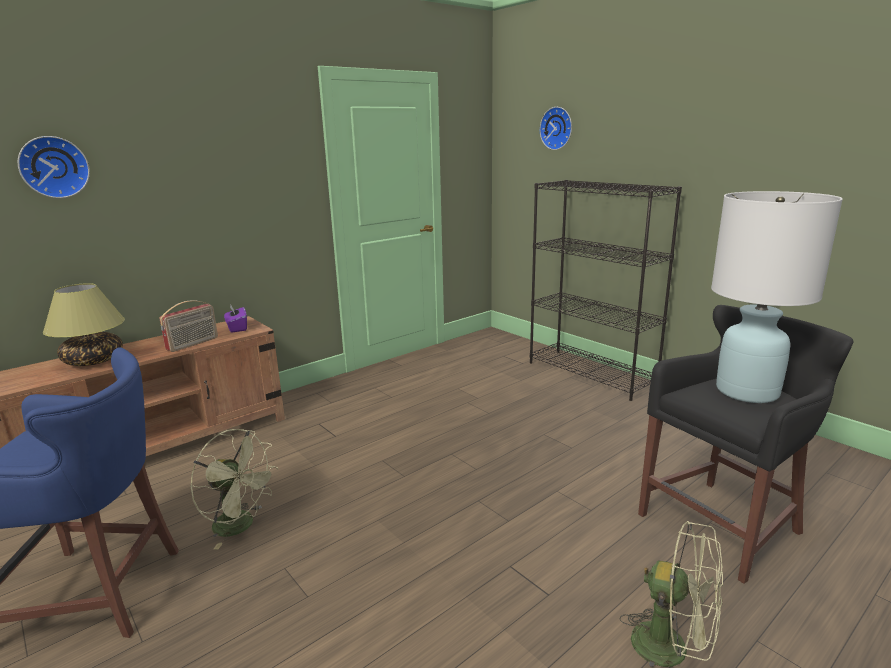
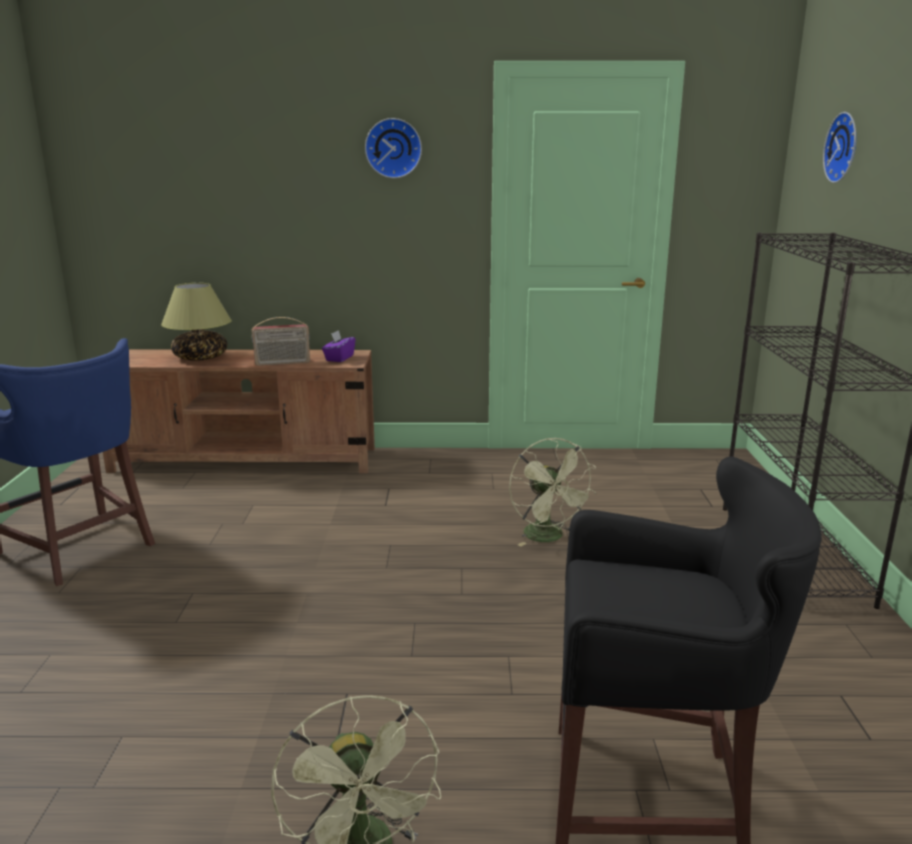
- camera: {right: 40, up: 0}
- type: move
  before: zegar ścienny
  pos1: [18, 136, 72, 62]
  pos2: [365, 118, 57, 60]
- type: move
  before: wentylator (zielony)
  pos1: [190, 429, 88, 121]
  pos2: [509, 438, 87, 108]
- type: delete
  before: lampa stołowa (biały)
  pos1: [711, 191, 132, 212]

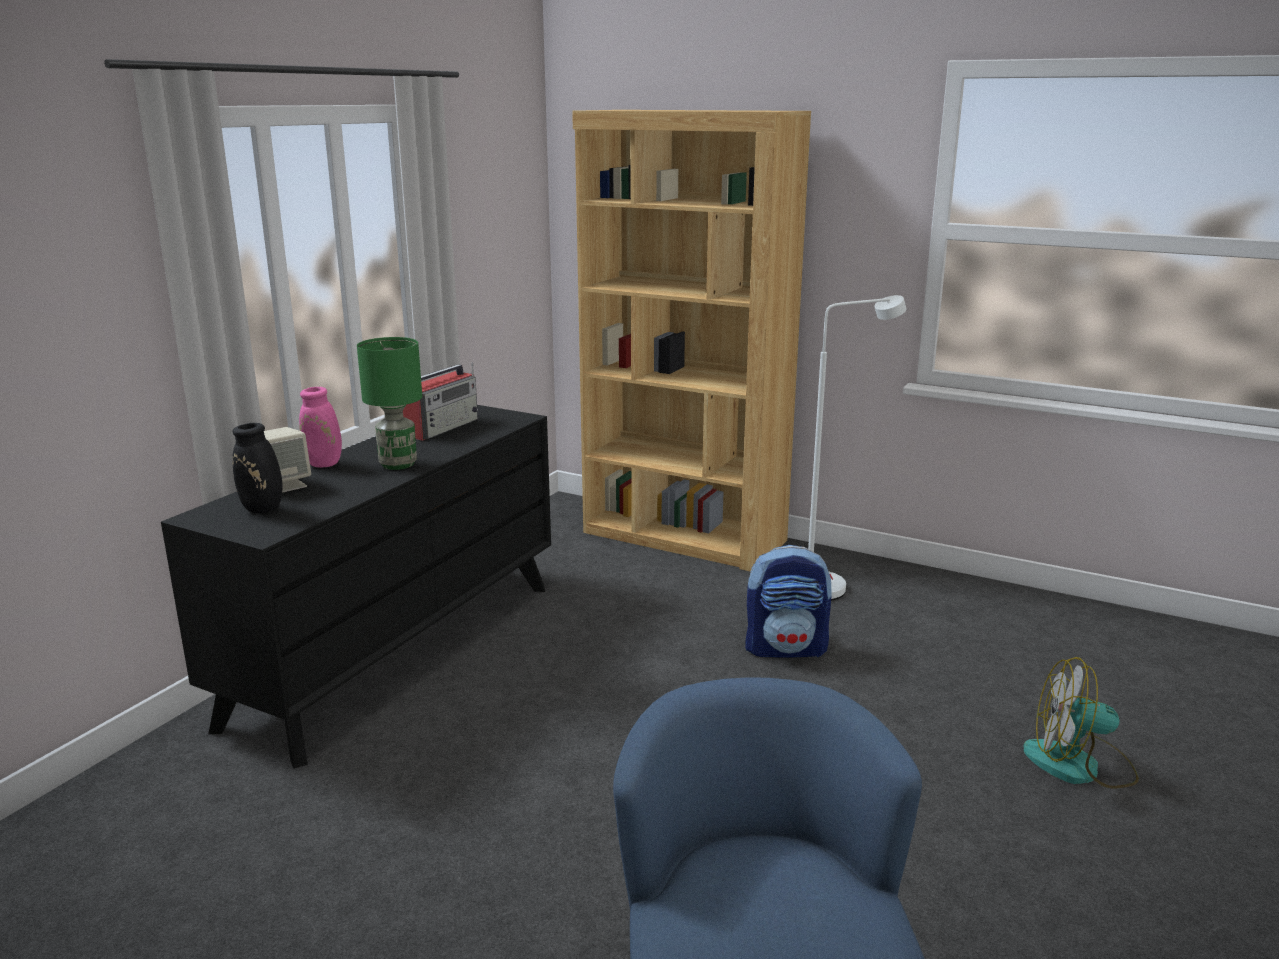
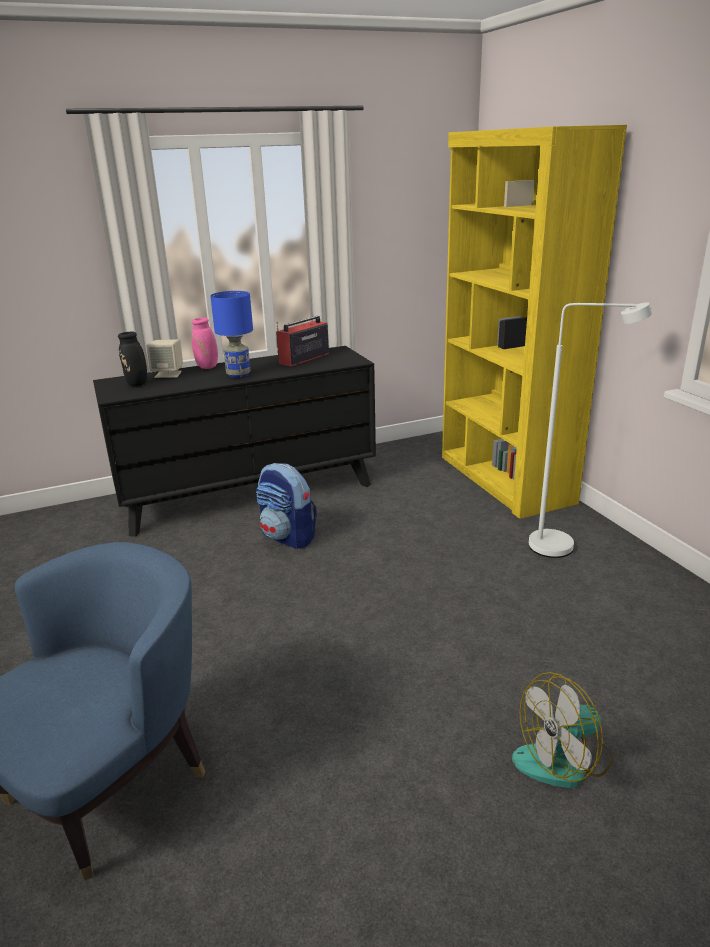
- camera: {right: 40, up: 5}
- type: recolor
  before: lampa stołowa (zielony)
  after: lampa stołowa (niebieski)
  pos1: [357, 337, 65, 133]
  pos2: [210, 291, 43, 87]
- type: rotate
  before: radio
  pos1: [403, 362, 76, 79]
  pos2: [276, 316, 53, 51]
  turn: 150
- type: recolor
  before: regał (brązowy)
  after: regał (żółty)
  pos1: [572, 110, 239, 462]
  pos2: [442, 125, 185, 394]
- type: move
  before: plecak
  pos1: [745, 545, 88, 113]
  pos2: [256, 463, 61, 86]
- type: rotate
  before: wentylator
  pos1: [1023, 657, 116, 132]
  pos2: [512, 672, 101, 116]
  turn: -75

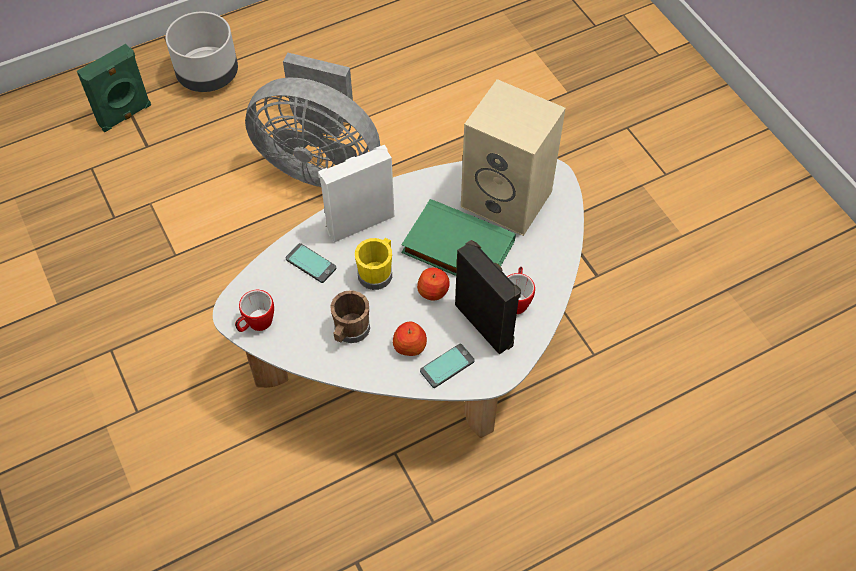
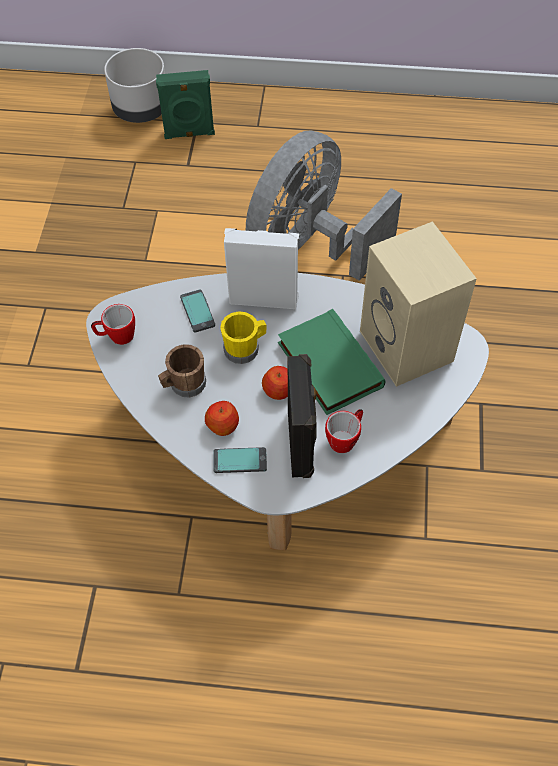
- camera: {right: 35, up: 0}
- type: move
  before: donica (szary)
  pos1: [165, 12, 73, 80]
  pos2: [104, 48, 61, 75]
- type: rotate
  before: wentylator (szary)
  pos1: [245, 53, 135, 134]
  pos2: [246, 131, 156, 150]
  turn: 75

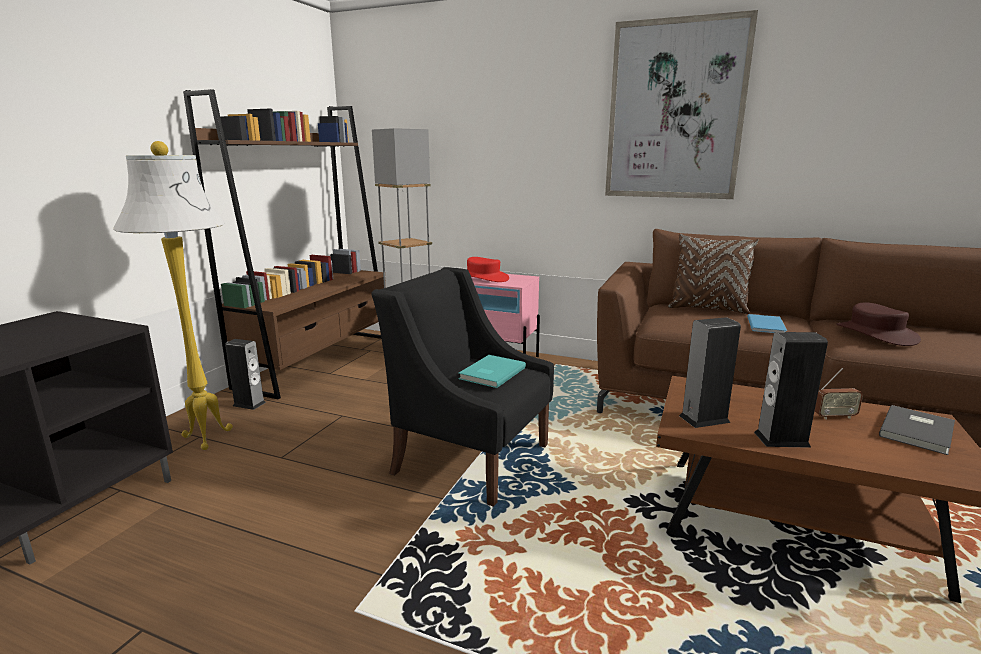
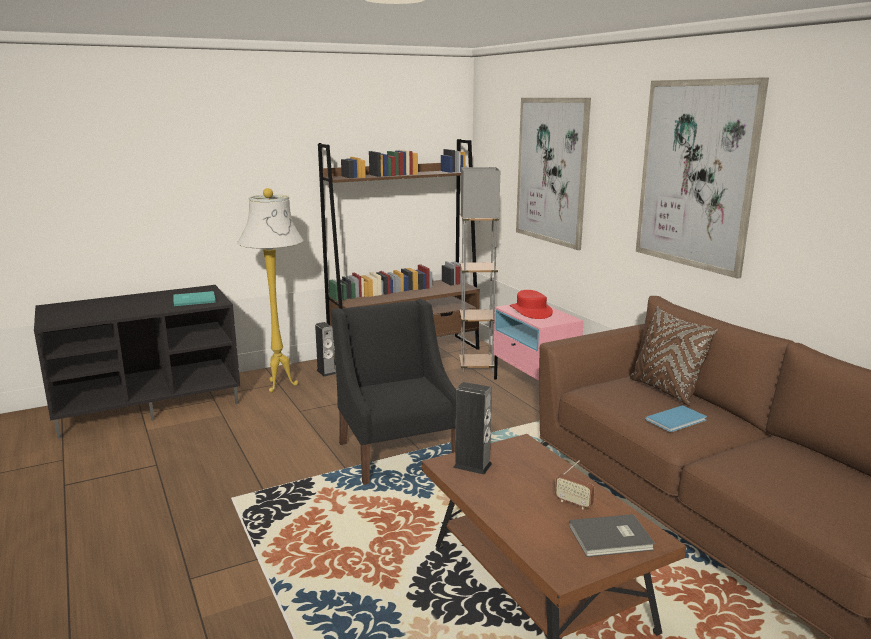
- camera: {right: 40, up: 0}
- type: move
  before: książka (turkusowy)
  pos1: [458, 355, 68, 33]
  pos2: [174, 291, 41, 15]
- type: delete
  before: głośnik
  pos1: [754, 332, 74, 116]
- type: delete
  before: kapelusz (brązowy)
  pos1: [836, 303, 85, 43]
- type: insert
  after: obraz
  pos2: [516, 98, 75, 152]

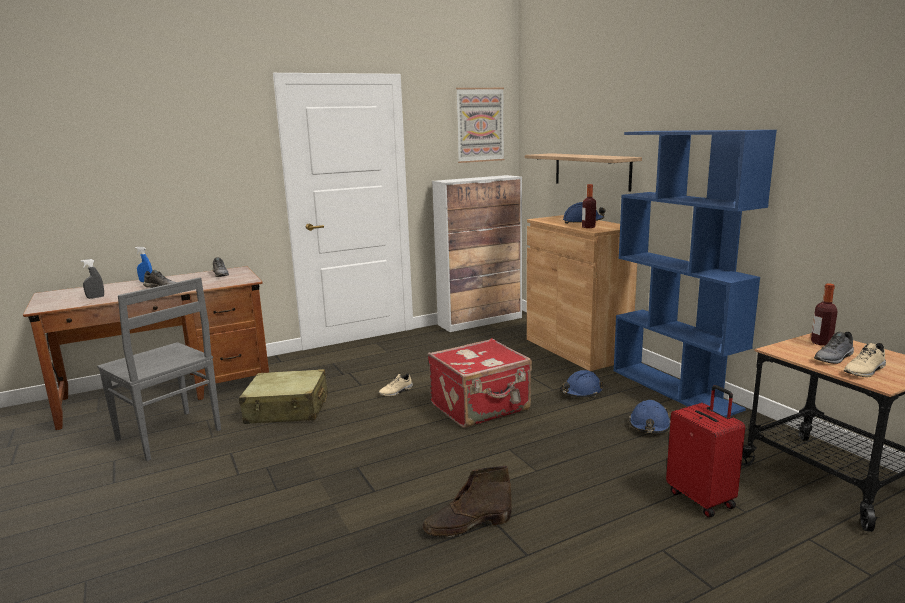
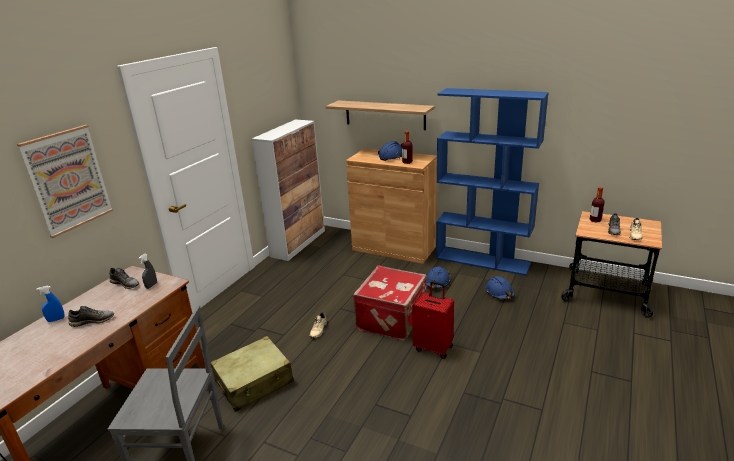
- camera: {right: -35, up: 10}
- type: move
  before: spryskiwacz (szary)
  pos1: [81, 259, 23, 40]
  pos2: [138, 254, 19, 35]
- type: delete
  before: but z cholewką (brązowy)
  pos1: [423, 466, 89, 71]
- type: move
  before: obraz
  pos1: [456, 88, 48, 75]
  pos2: [17, 125, 96, 113]
- type: move
  before: walizka (czerwony)
  pos1: [666, 385, 79, 133]
  pos2: [412, 281, 42, 78]

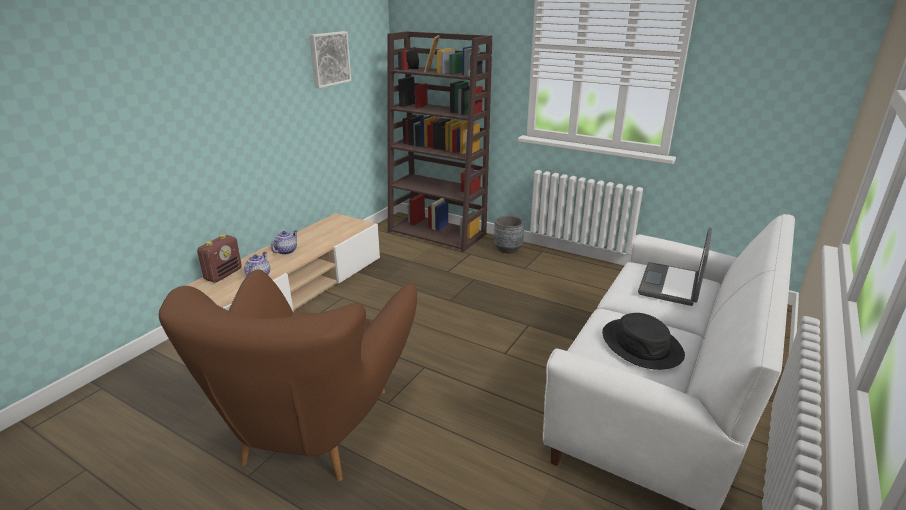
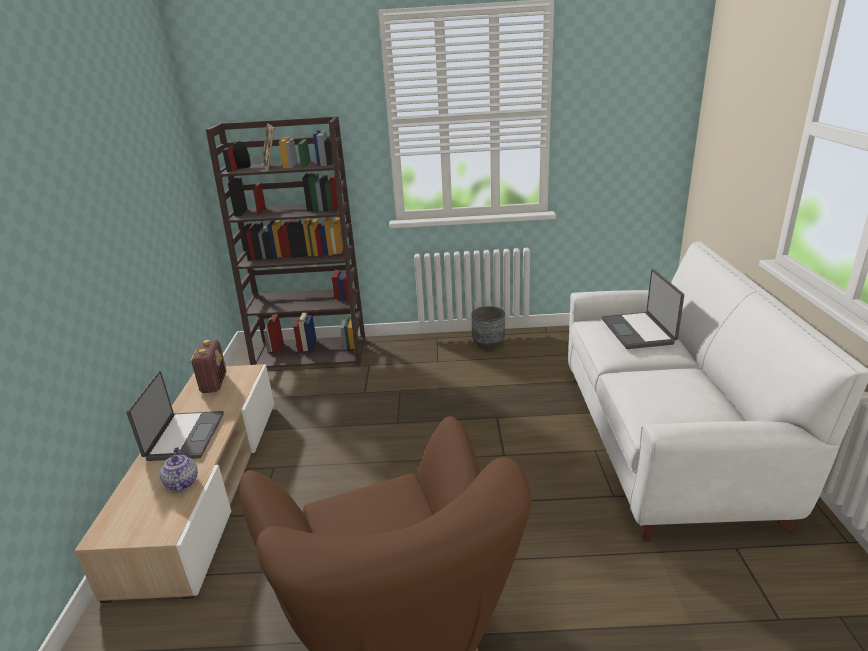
- camera: {right: -30, up: 0}
- type: move
  before: radio
  pos1: [197, 234, 45, 48]
  pos2: [190, 340, 36, 53]
- type: replace
  before: imbryk
  after: laptop
  pos1: [271, 230, 27, 25]
  pos2: [126, 371, 98, 90]
- type: delete
  before: obraz
  pos1: [309, 31, 42, 57]
- type: move
  before: donica (szary)
  pos1: [494, 215, 30, 39]
  pos2: [471, 306, 34, 44]
- type: delete
  before: kapelusz (czarny)
  pos1: [602, 313, 83, 57]

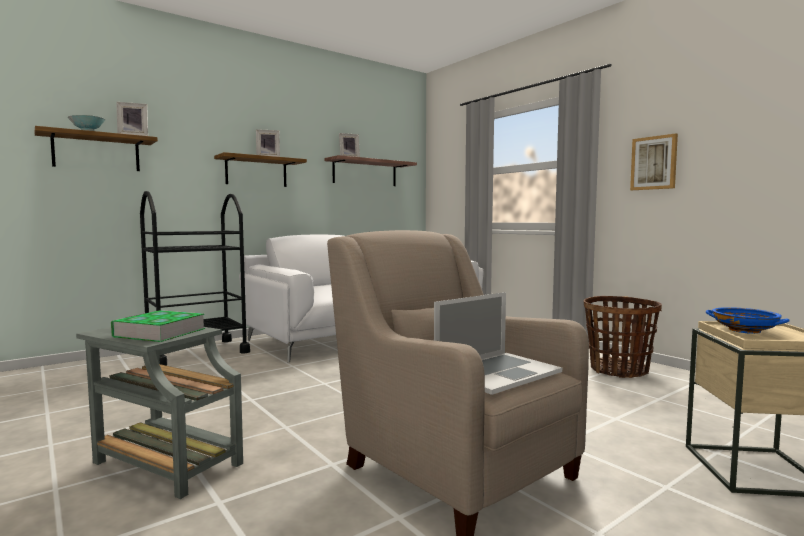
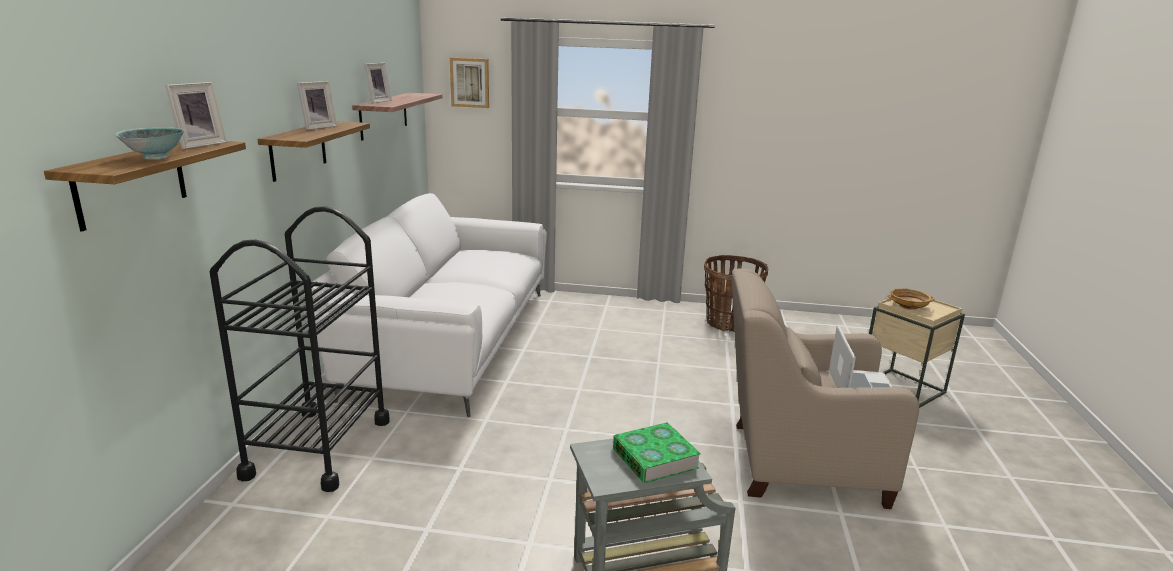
- camera: {right: -45, up: 15}
- type: move
  before: obraz
  pos1: [630, 133, 48, 57]
  pos2: [450, 58, 39, 50]
- type: recolor
  before: miska (niebieski)
  after: miska (beżowy)
  pos1: [706, 307, 84, 27]
  pos2: [887, 288, 47, 22]

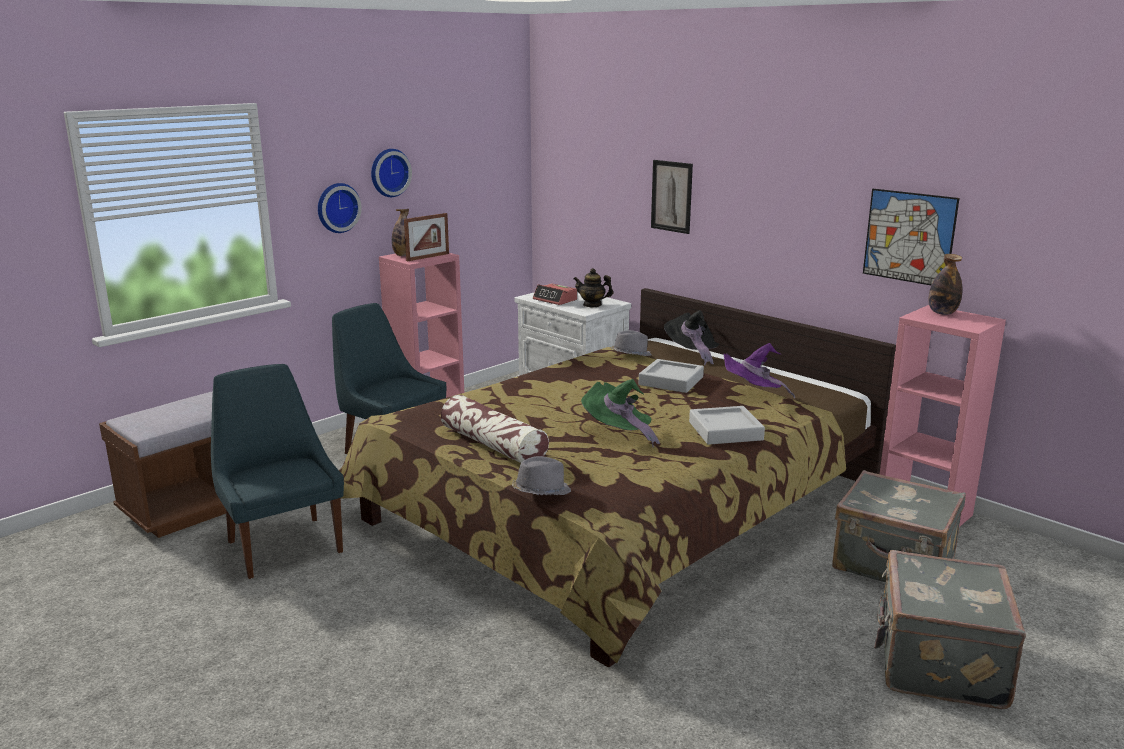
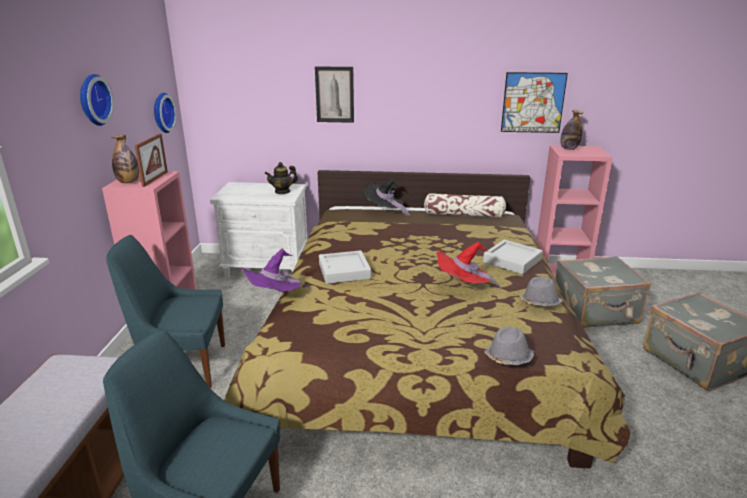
- camera: {right: -40, up: 5}
- type: move
  before: zegar ścienny
  pos1: [318, 183, 44, 50]
  pos2: [154, 93, 23, 40]
- type: move
  before: poduszka
  pos1: [441, 395, 108, 68]
  pos2: [424, 193, 82, 25]
- type: delete
  before: budzik
  pos1: [533, 283, 44, 22]
- type: recolor
  before: kapelusz (zielony)
  after: kapelusz (czerwony)
  pos1: [581, 379, 79, 68]
  pos2: [436, 242, 65, 47]
- type: move
  before: kapelusz (szary)
  pos1: [611, 330, 41, 26]
  pos2: [519, 277, 44, 29]
- type: move
  before: taca (szary)
  pos1: [639, 359, 65, 34]
  pos2: [319, 250, 52, 34]
- type: move
  before: kapelusz (fioletowy)
  pos1: [723, 343, 72, 55]
  pos2: [241, 249, 70, 43]

